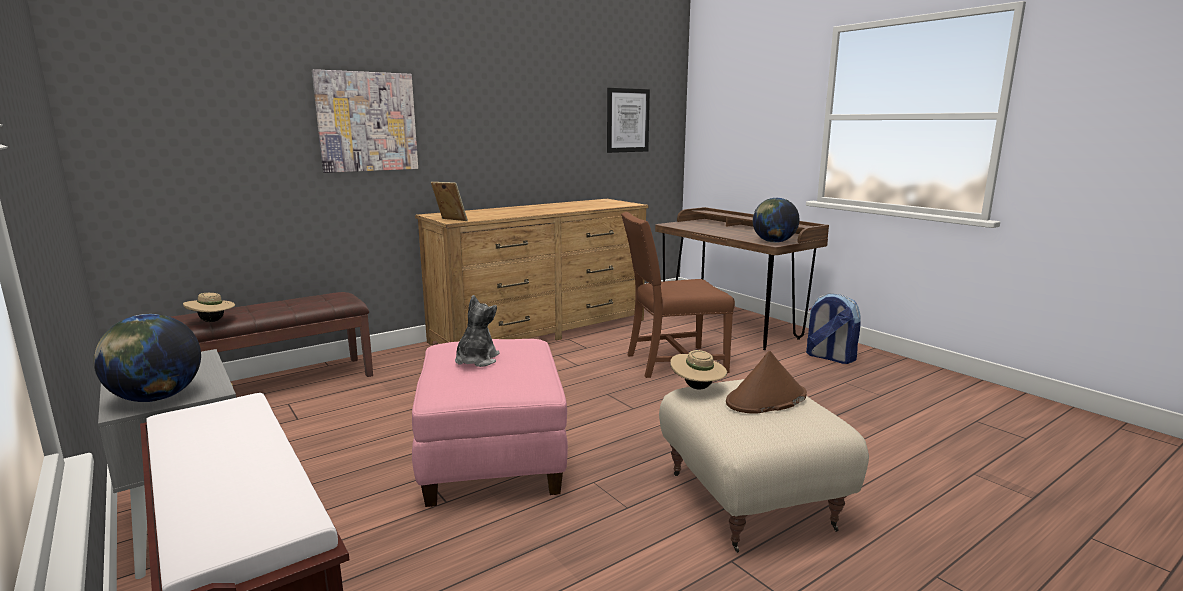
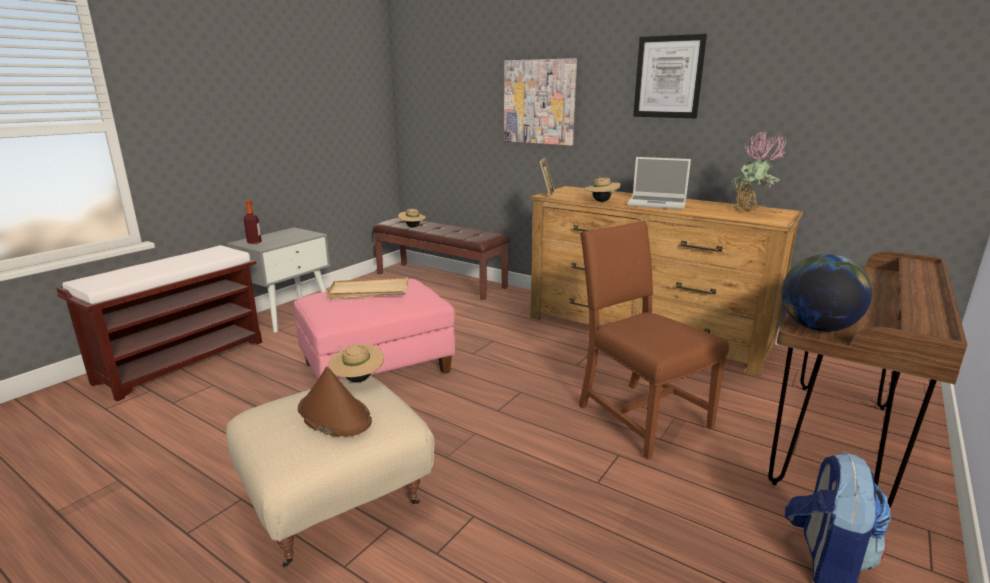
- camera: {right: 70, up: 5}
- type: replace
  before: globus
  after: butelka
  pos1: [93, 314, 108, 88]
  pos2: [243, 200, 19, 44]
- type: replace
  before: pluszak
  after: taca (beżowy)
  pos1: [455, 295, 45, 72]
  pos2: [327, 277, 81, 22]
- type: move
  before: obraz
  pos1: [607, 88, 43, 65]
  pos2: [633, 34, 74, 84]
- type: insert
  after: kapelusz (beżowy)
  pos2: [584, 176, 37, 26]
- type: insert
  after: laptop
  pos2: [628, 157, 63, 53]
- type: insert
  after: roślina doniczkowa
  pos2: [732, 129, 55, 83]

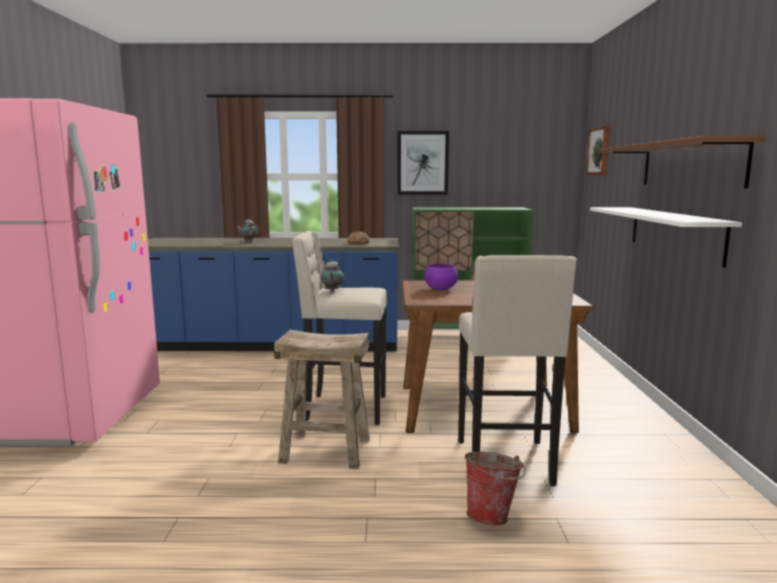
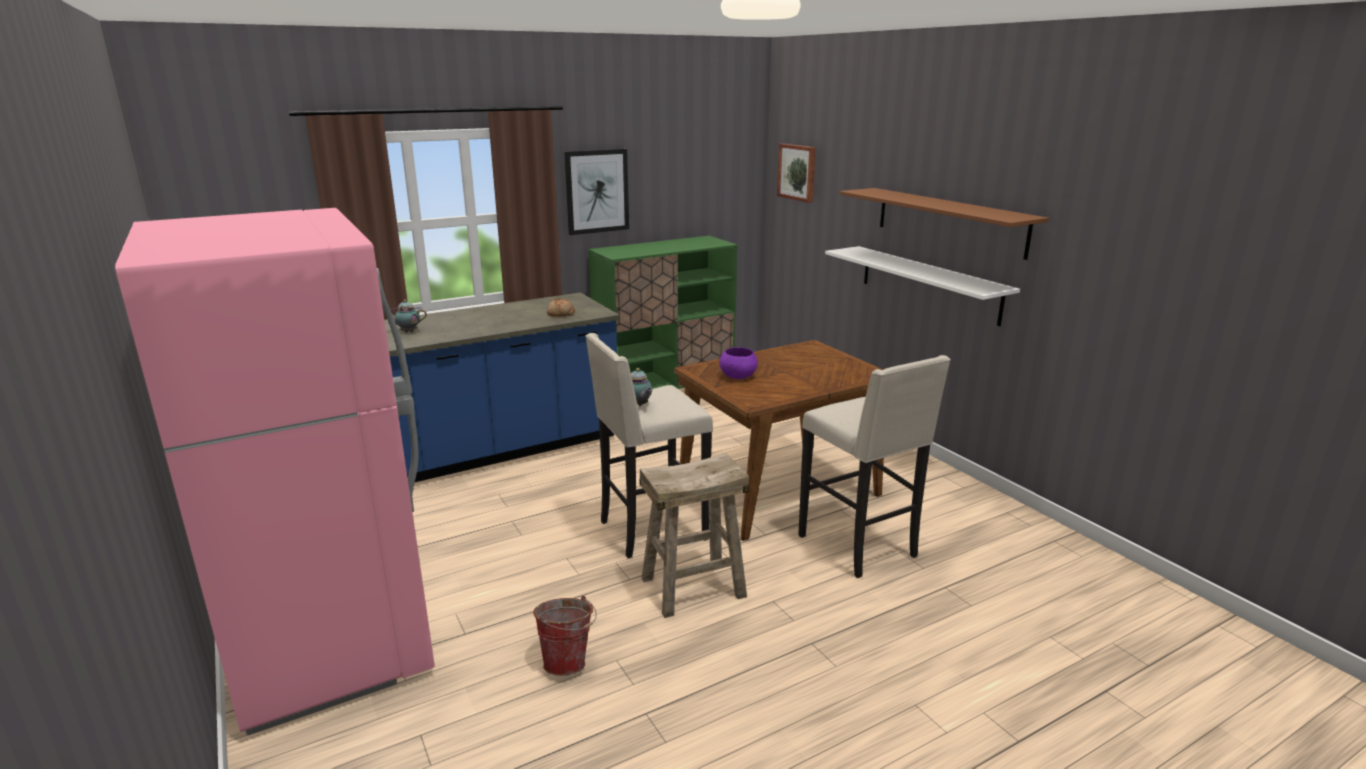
- camera: {right: -30, up: 10}
- type: move
  before: wiadro
  pos1: [465, 451, 61, 74]
  pos2: [533, 596, 64, 80]

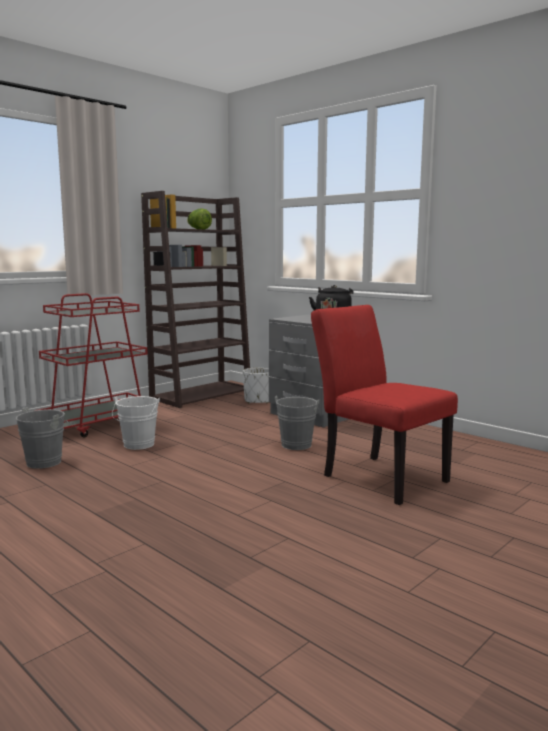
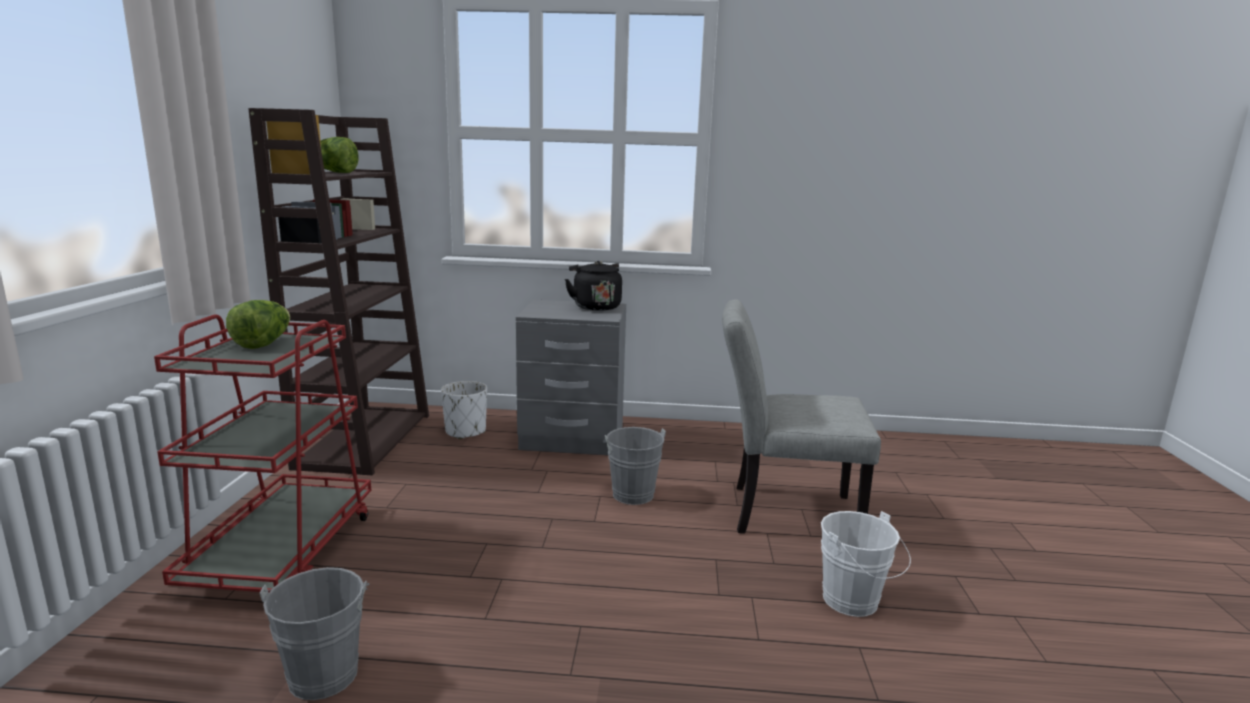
- camera: {right: -40, up: 5}
- type: move
  before: wiadro (biały)
  pos1: [112, 396, 48, 54]
  pos2: [821, 511, 90, 106]
- type: recolor
  before: krzesło (czerwony)
  after: krzesło (szary)
  pos1: [311, 305, 147, 200]
  pos2: [722, 299, 159, 235]
- type: insert
  after: sałata
  pos2: [226, 300, 64, 49]

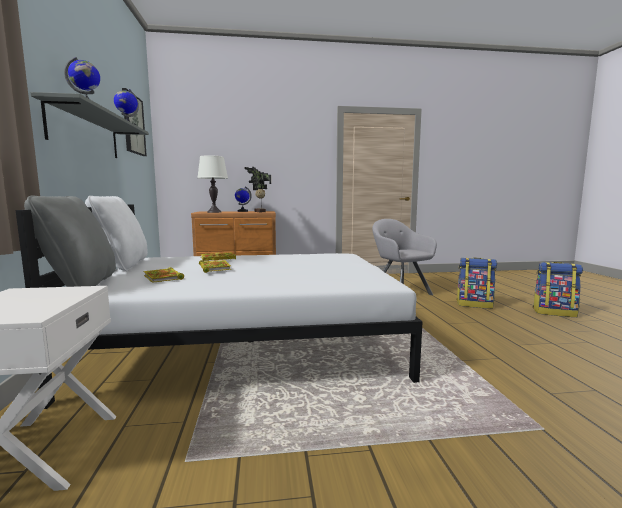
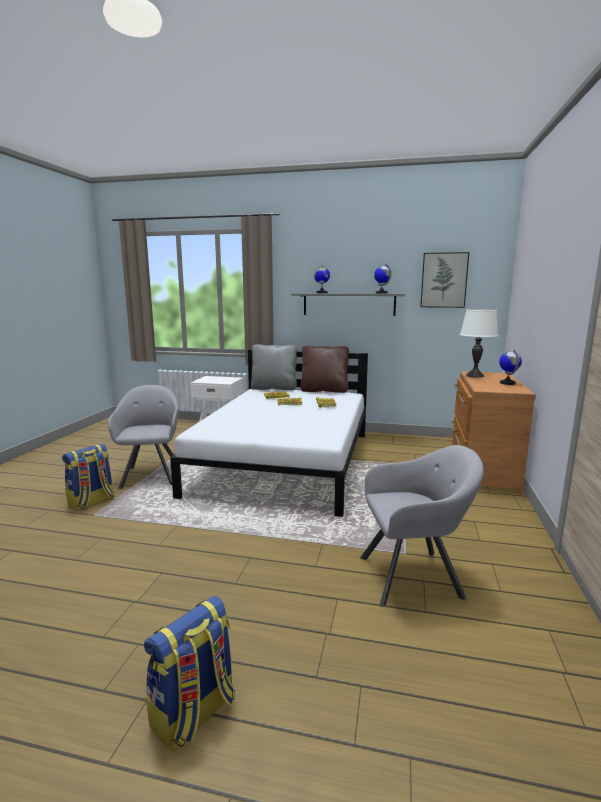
- camera: {right: 110, up: 5}
- type: recolor
  before: poduszka (biały)
  after: poduszka (brązowy)
  pos1: [85, 196, 63, 75]
  pos2: [301, 346, 48, 47]
- type: delete
  before: roślina doniczkowa
  pos1: [245, 167, 26, 45]
- type: move
  before: plecak
  pos1: [457, 257, 40, 52]
  pos2: [62, 444, 52, 67]
- type: insert
  after: fotel (szary)
  pos2: [108, 385, 71, 104]

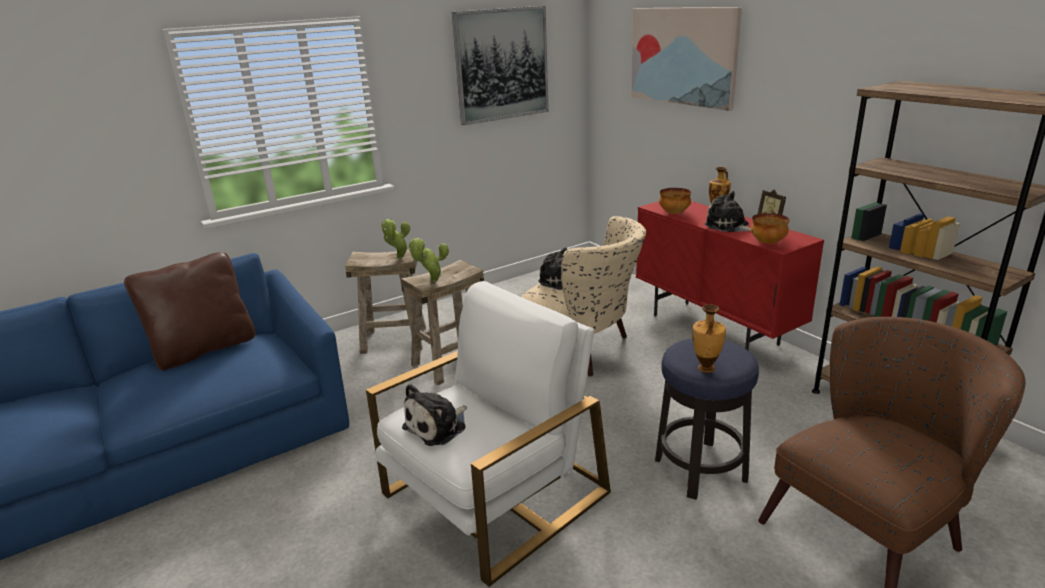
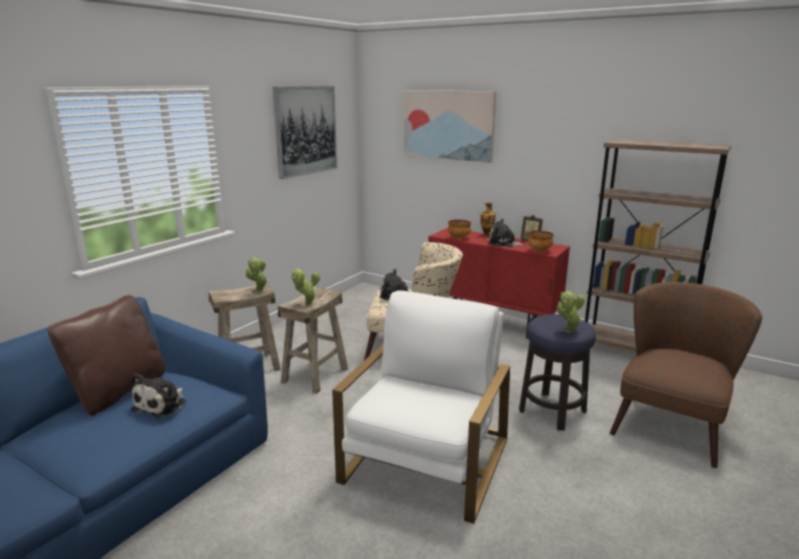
- camera: {right: -25, up: -5}
- type: move
  before: pluszak
  pos1: [402, 384, 65, 62]
  pos2: [131, 374, 55, 44]
- type: replace
  before: wazon
  after: roślina doniczkowa
  pos1: [692, 304, 34, 69]
  pos2: [556, 291, 29, 42]

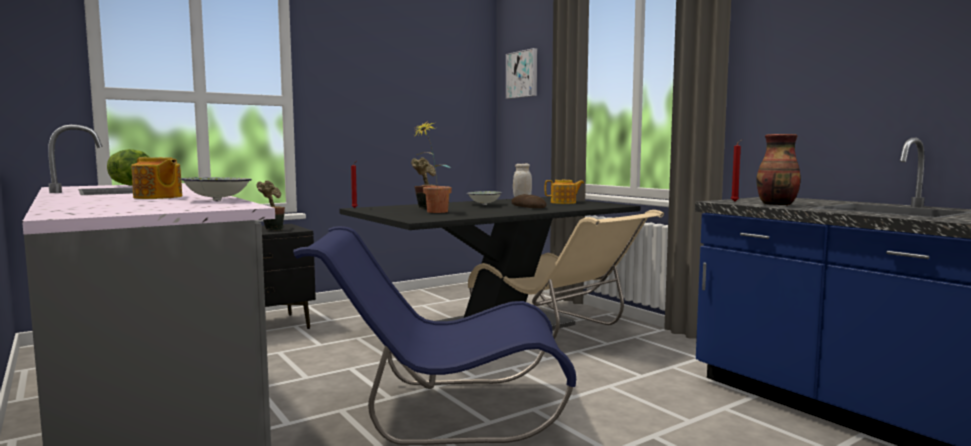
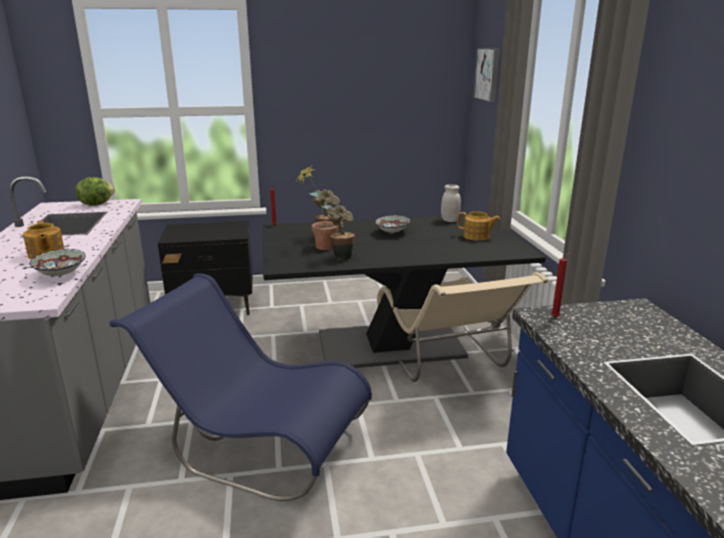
- camera: {right: 25, up: 15}
- type: move
  before: roślina doniczkowa
  pos1: [256, 180, 29, 51]
  pos2: [327, 205, 28, 56]
- type: delete
  before: chleb
  pos1: [511, 194, 35, 14]
- type: delete
  before: wazon
  pos1: [756, 134, 45, 72]

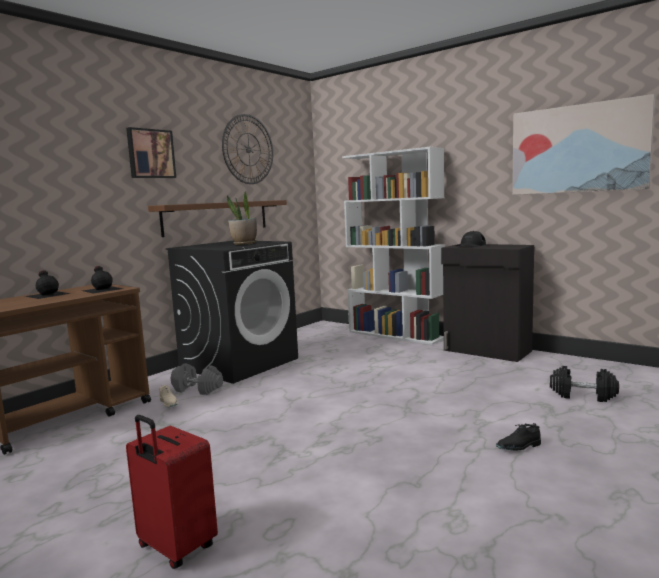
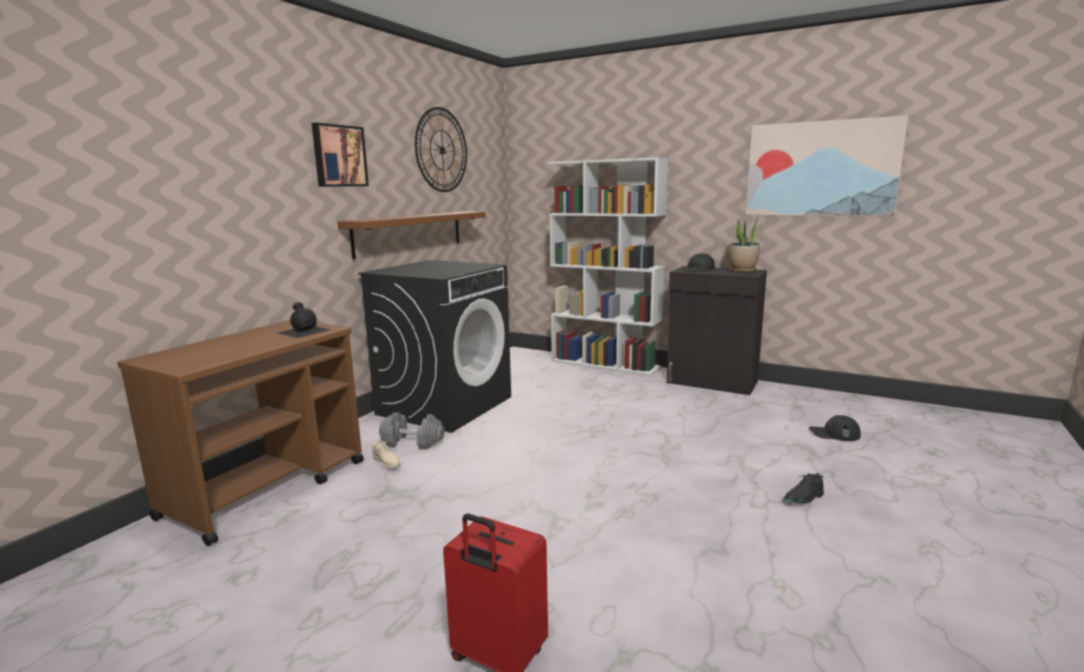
- camera: {right: -10, up: 5}
- type: delete
  before: butelka (czarny)
  pos1: [25, 270, 46, 29]
- type: move
  before: roślina doniczkowa
  pos1: [227, 191, 30, 54]
  pos2: [729, 215, 31, 57]
- type: replace
  before: hantel (czarny)
  after: czapka z daszkiem (czarny)
  pos1: [550, 366, 69, 36]
  pos2: [809, 415, 52, 26]

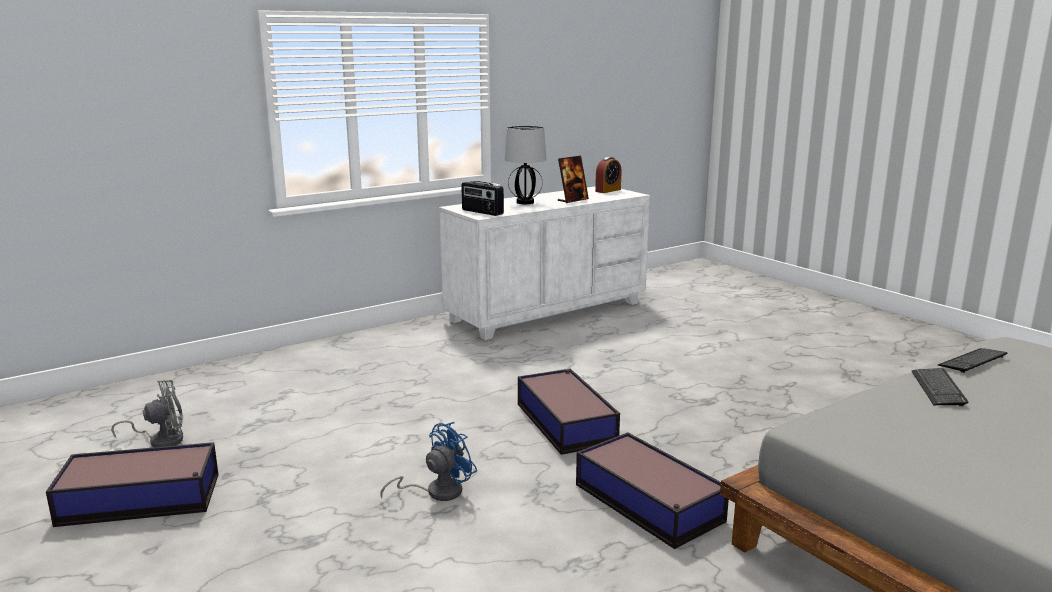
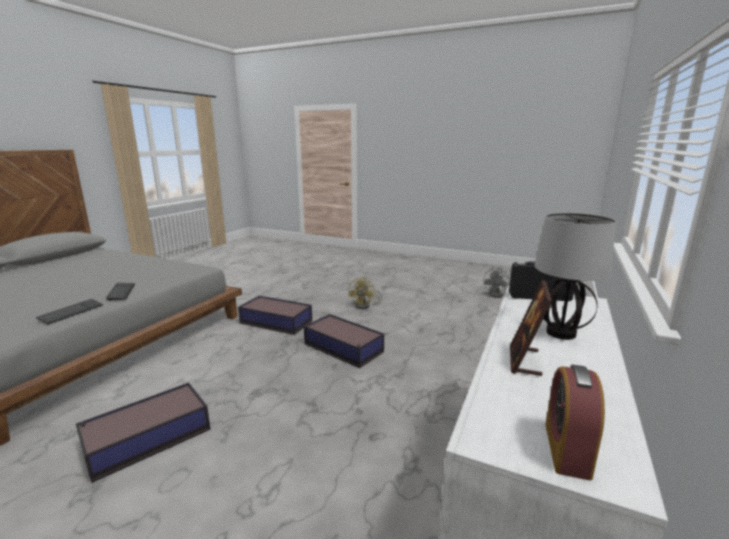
- camera: {right: 150, up: 0}
- type: move
  before: pojemnik do przechowywania
  pos1: [46, 442, 172, 85]
  pos2: [76, 383, 135, 100]
- type: recolor
  before: wentylator (niebieski)
  after: wentylator (żółty)
  pos1: [381, 422, 96, 79]
  pos2: [348, 277, 34, 32]

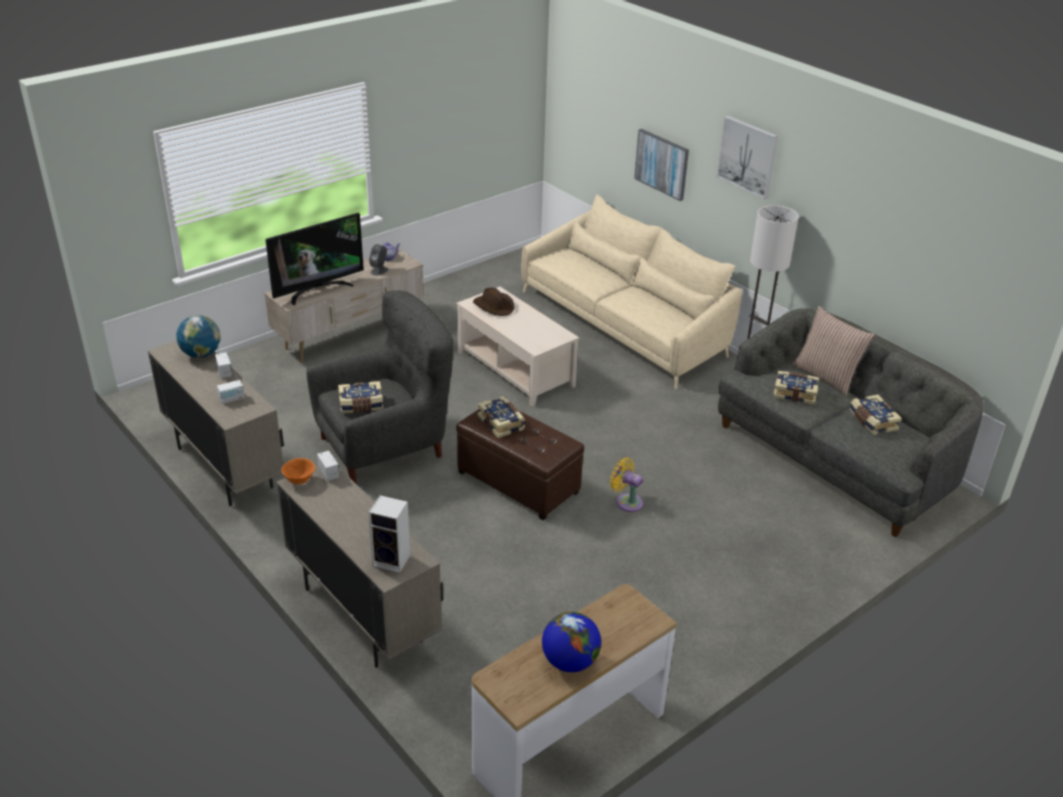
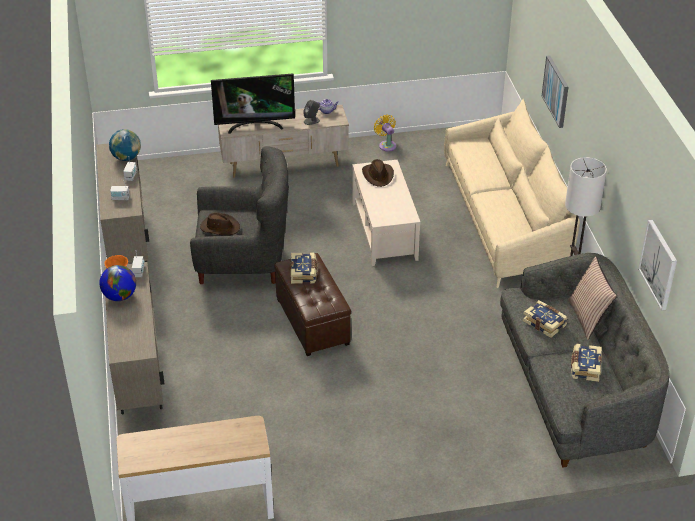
- camera: {right: 30, up: 5}
- type: replace
  before: książka
  after: kapelusz (brązowy)
  pos1: [338, 381, 45, 32]
  pos2: [200, 212, 40, 23]
- type: delete
  before: głośnik
  pos1: [369, 495, 41, 78]
- type: move
  before: globus
  pos1: [542, 612, 59, 60]
  pos2: [99, 265, 37, 36]
- type: move
  before: wentylator (żółty)
  pos1: [610, 458, 33, 54]
  pos2: [374, 115, 23, 36]
- type: move
  before: obraz
  pos1: [716, 116, 62, 83]
  pos2: [638, 220, 39, 91]

